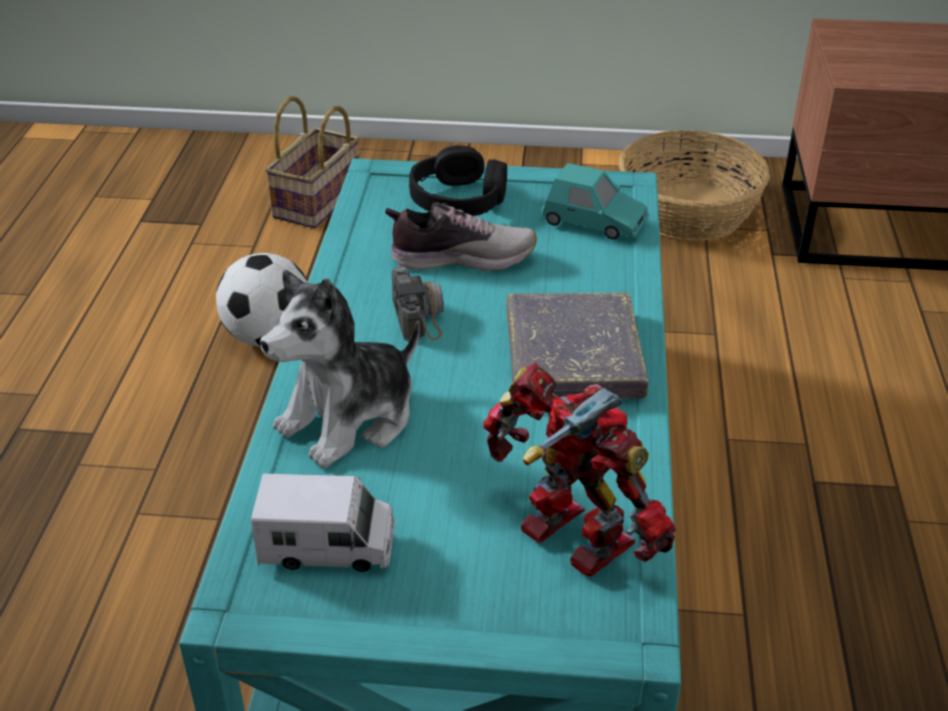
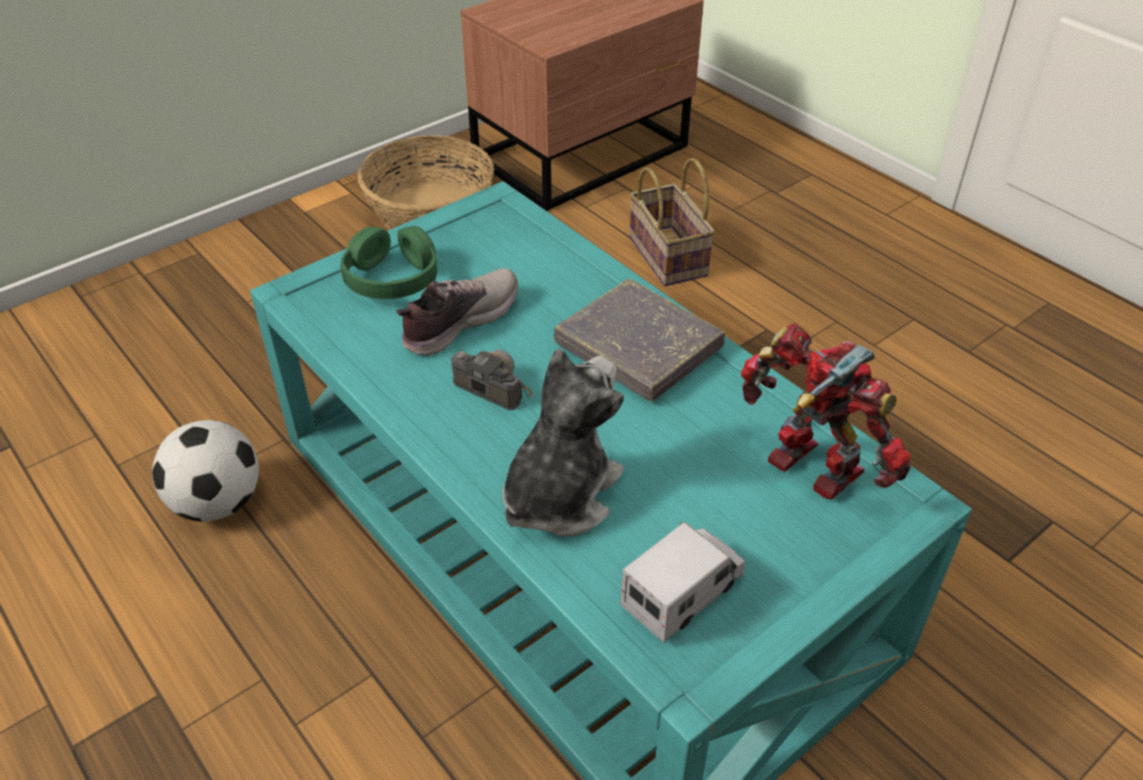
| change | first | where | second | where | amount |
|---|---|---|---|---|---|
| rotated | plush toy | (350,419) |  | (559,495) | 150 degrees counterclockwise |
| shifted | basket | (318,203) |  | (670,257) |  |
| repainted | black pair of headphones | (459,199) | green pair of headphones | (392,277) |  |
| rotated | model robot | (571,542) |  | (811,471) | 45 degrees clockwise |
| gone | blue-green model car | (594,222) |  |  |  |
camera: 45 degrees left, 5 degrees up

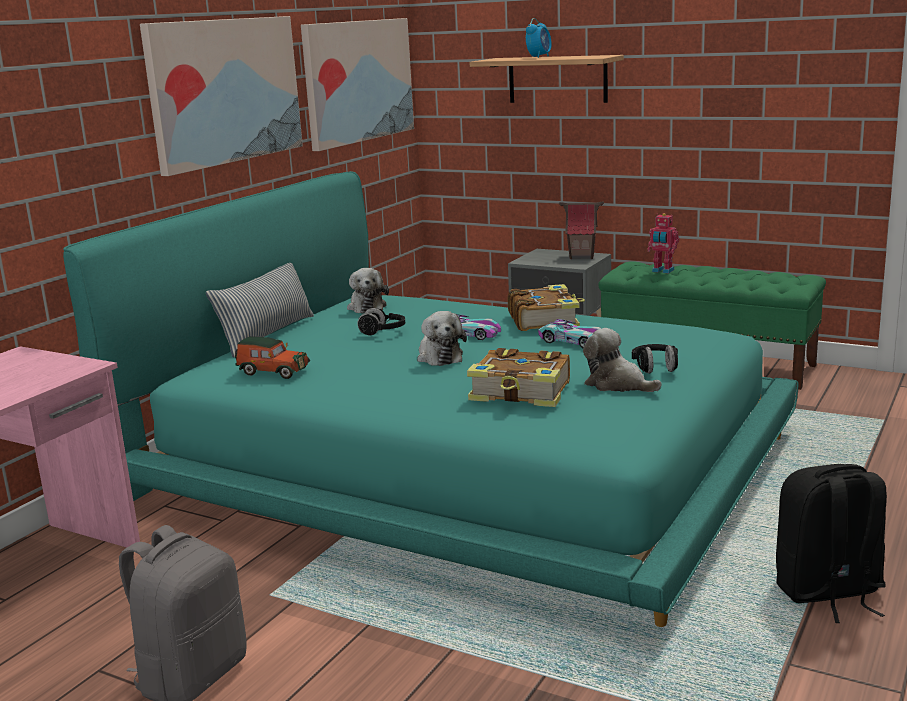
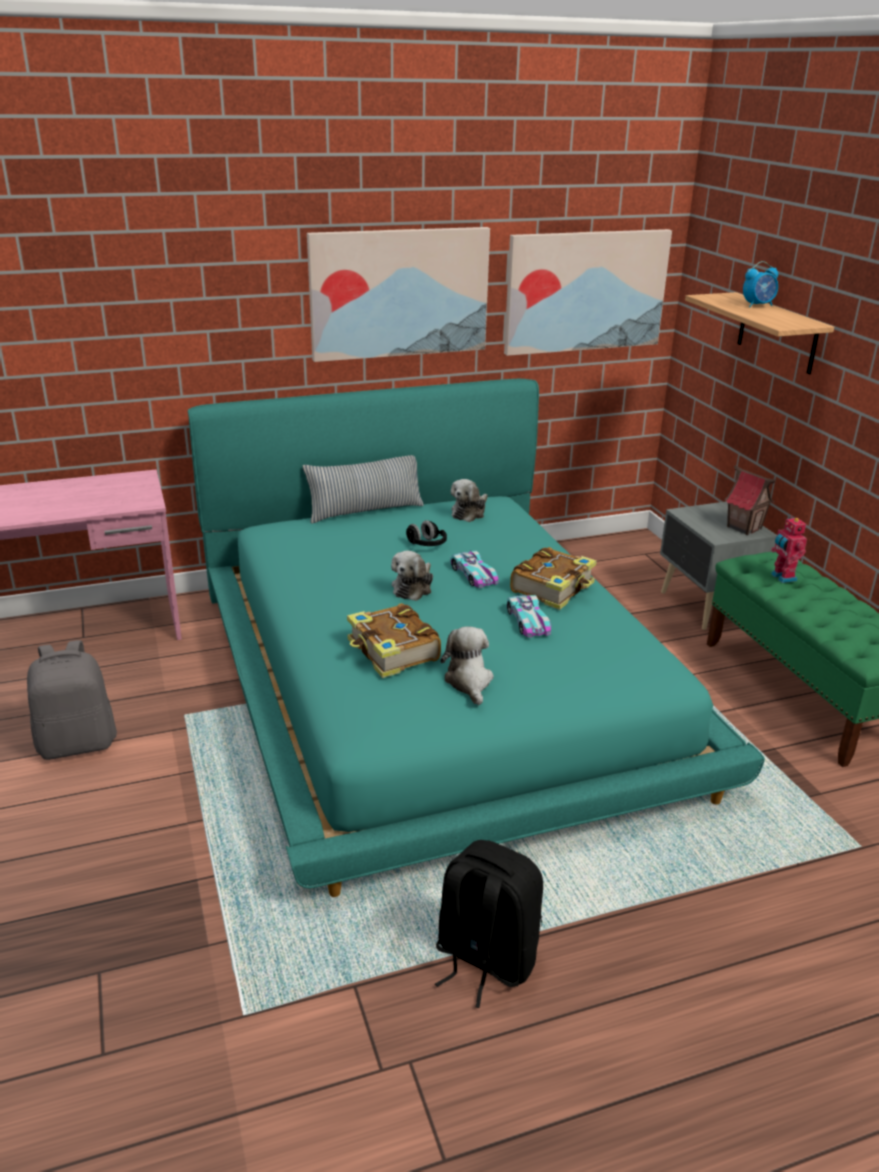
| change | first | where | second | where | amount |
|---|---|---|---|---|---|
| gone | model car | (272,371) |  |  |  |
| gone | black pair of headphones | (655,368) |  |  |  |
camera: 40 degrees right, 10 degrees up

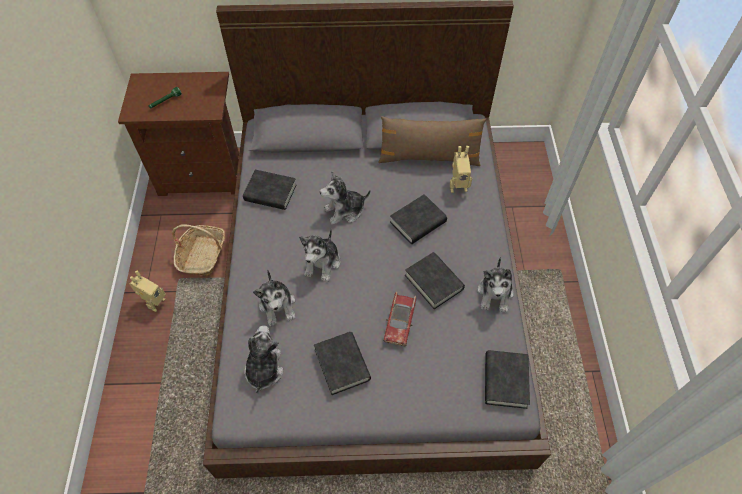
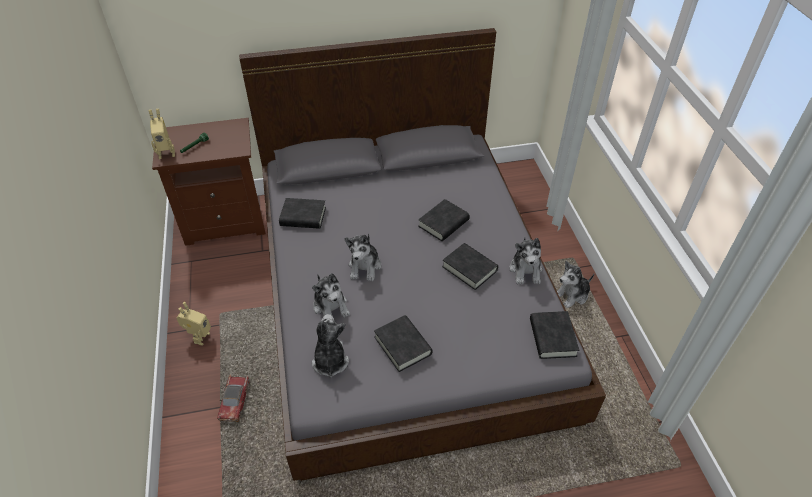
| change | first | where | second | where | amount |
|---|---|---|---|---|---|
| gone | basket | (203,255) |  |  |  |
| shifted | plush toy | (345,211) |  | (572,295) |  |
| gone | brownish cushion | (429,157) |  |  |  |
| shifted | model car | (399,322) |  | (235,401) |  |
| shifted | model robot | (457,185) |  | (167,153) |  |
camera: 10 degrees left, 10 degrees down

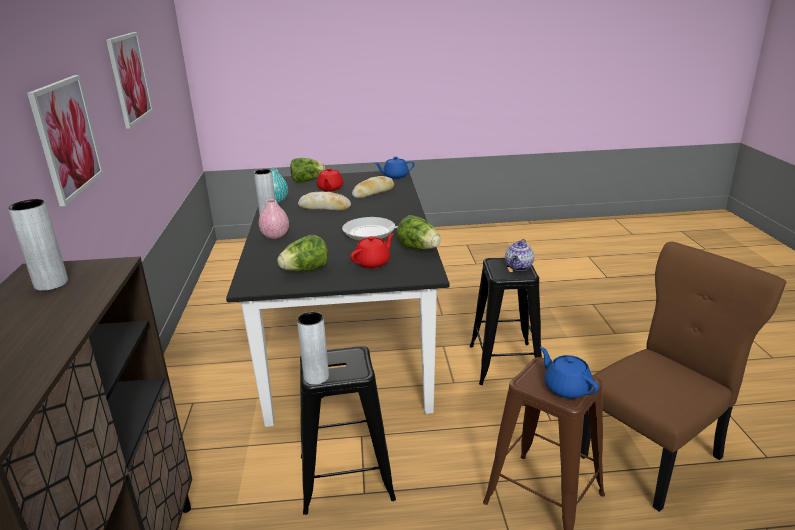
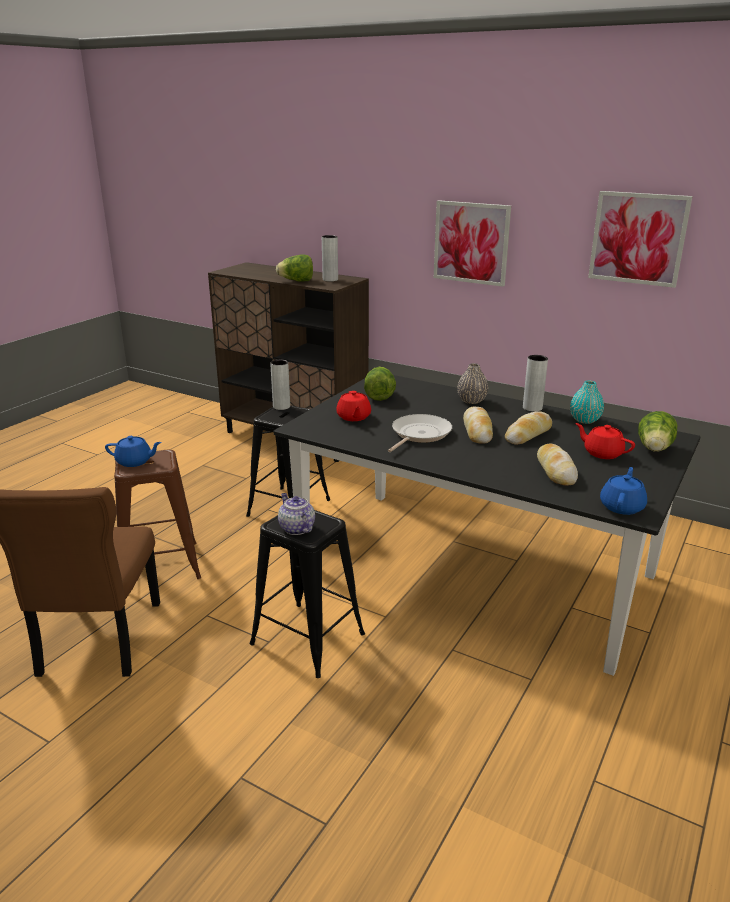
| change | first | where | second | where | amount |
|---|---|---|---|---|---|
| repainted | pink decorative vase | (275,236) | greyish decorative vase | (471,401) |  |
| shifted | lettuce head | (419,249) |  | (296,281) |  |
| new |  |  | bakery bread | (477,431) |  |
camera: 125 degrees right, 0 degrees up

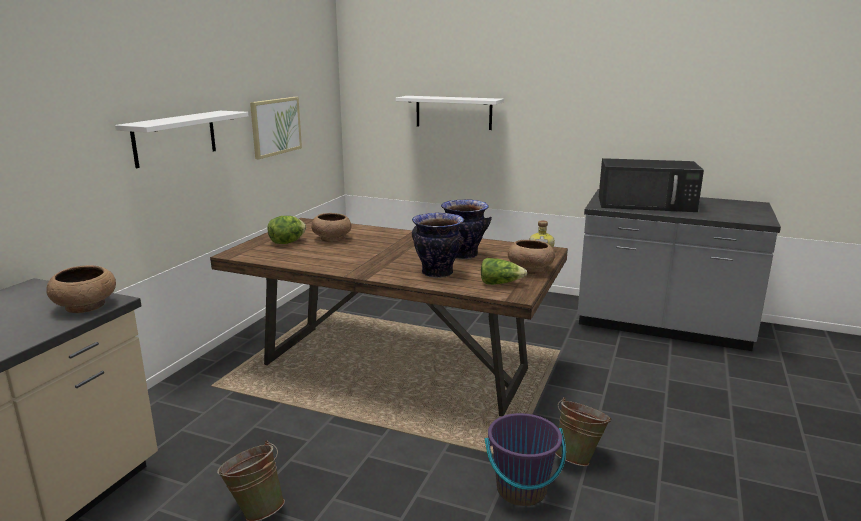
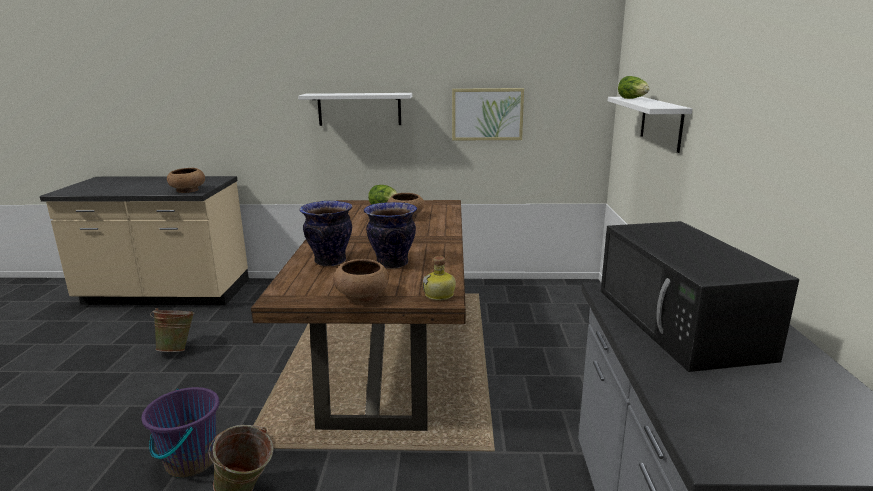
| change | first | where | second | where | amount |
|---|---|---|---|---|---|
| shifted | lettuce head | (500,283) |  | (633,99) |  |
camera: 70 degrees right, 0 degrees up

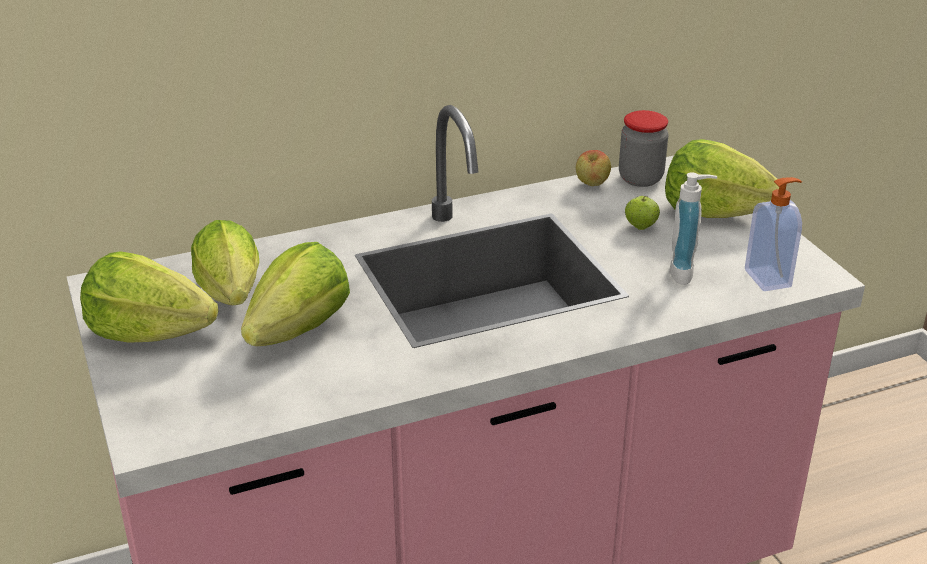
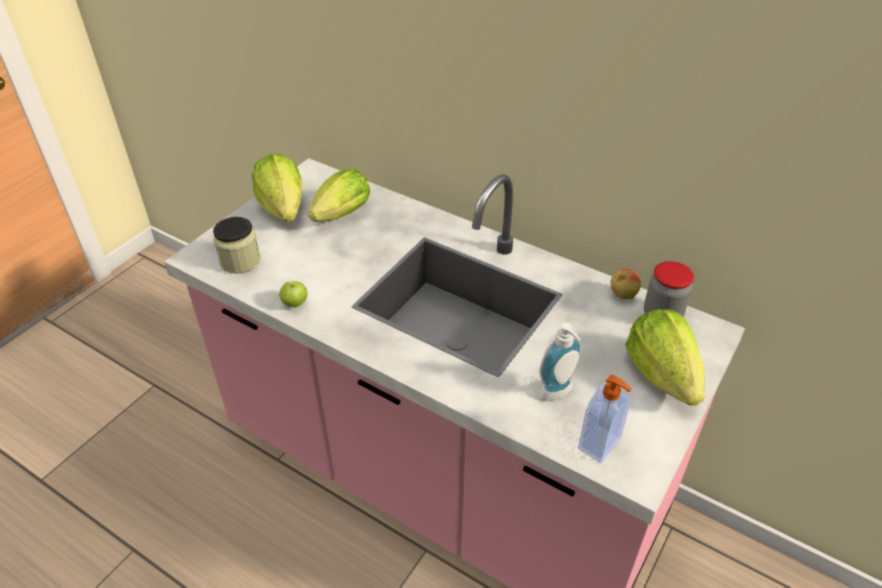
| change | first | where | second | where | amount |
|---|---|---|---|---|---|
| gone | lettuce head | (299,329) |  |  |  |
| shifted | apple | (640,226) |  | (295,304) |  |
| new |  |  | preserve jar | (240,261) |  |
camera: 55 degrees right, 10 degrees up

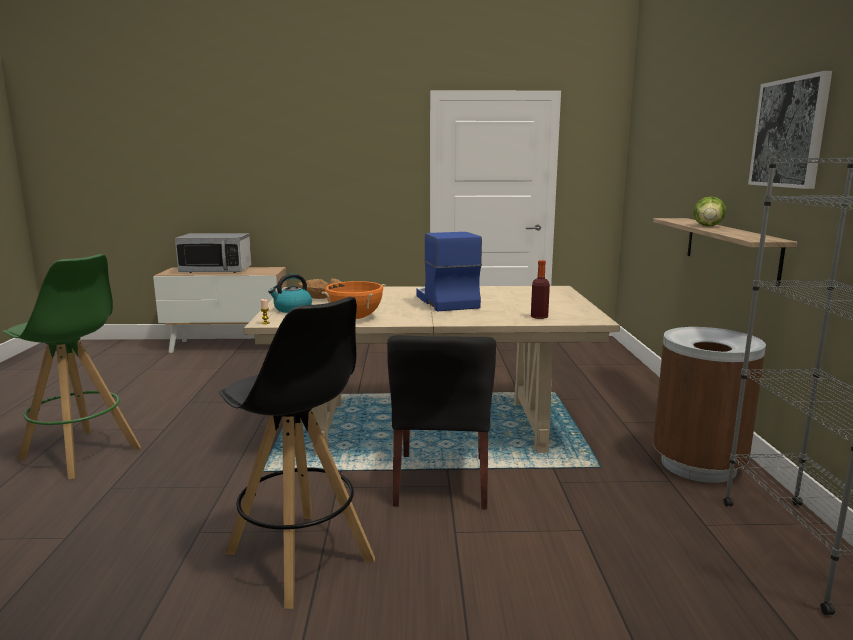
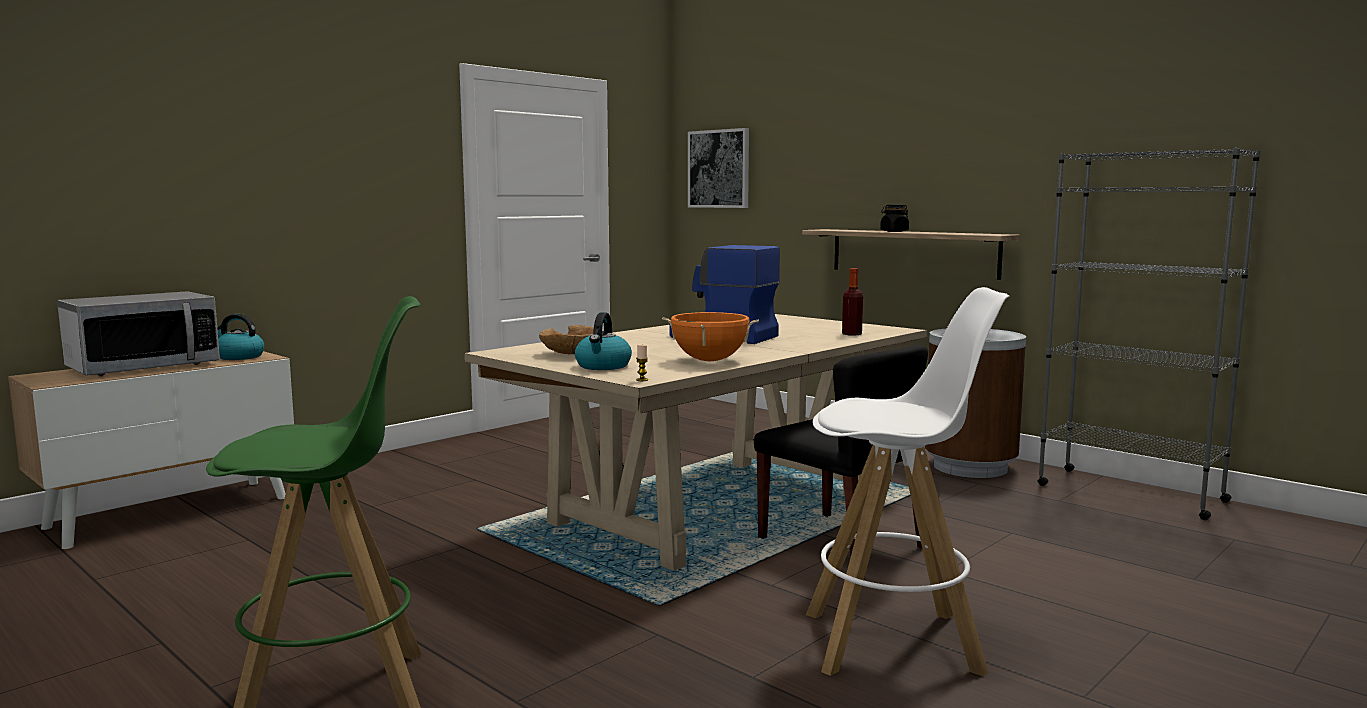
| change | first | where | second | where | amount |
|---|---|---|---|---|---|
| repainted | black stool seat | (301,557) | white stool seat | (894,642) |  |
| swapped | lettuce head | (708,226) | black preserve jar | (894,231) |  |
| shifted | wall art | (789,133) |  | (719,169) |  |
| new |  |  | kettle | (239,357) |  |
camera: 45 degrees left, 5 degrees down

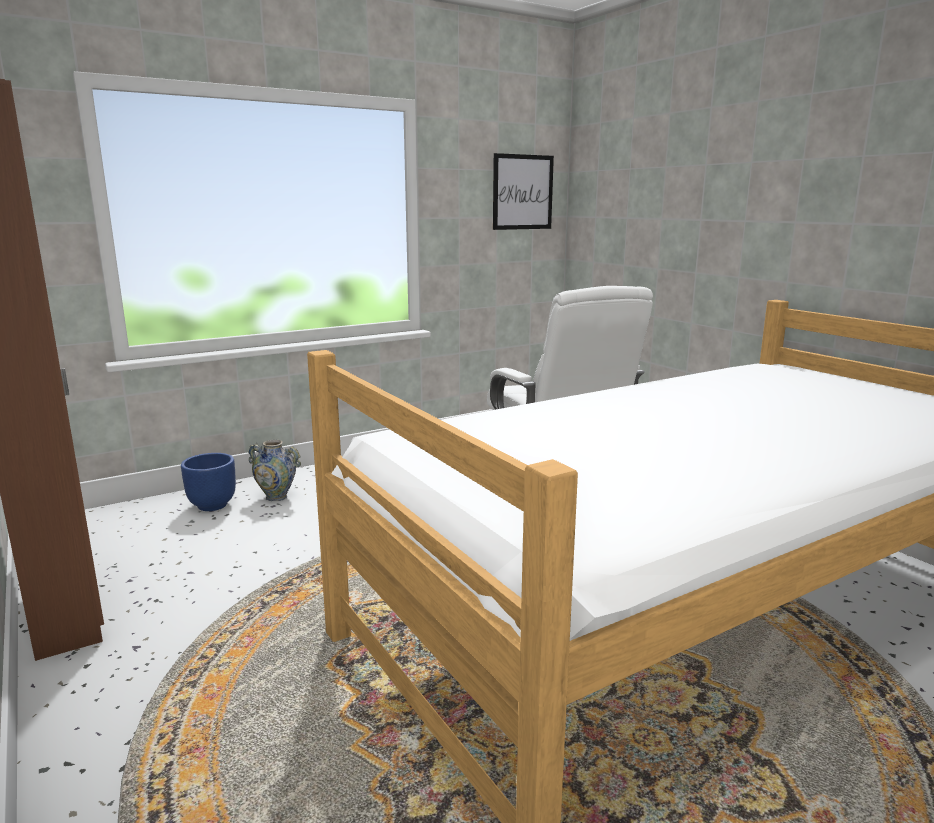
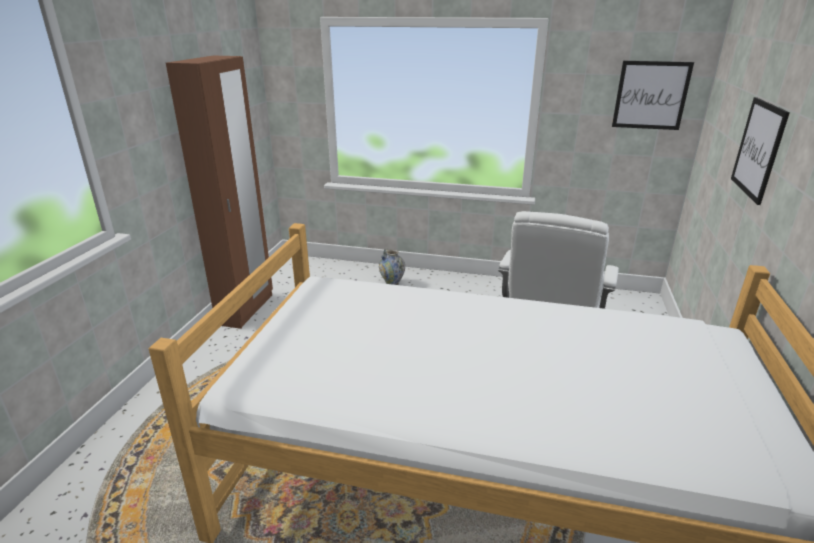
| change | first | where | second | where | amount |
|---|---|---|---|---|---|
| gone | blue planter | (211,506) |  |  |  |
| new |  |  | wall art | (758,149) |  |
camera: 45 degrees right, 10 degrees up

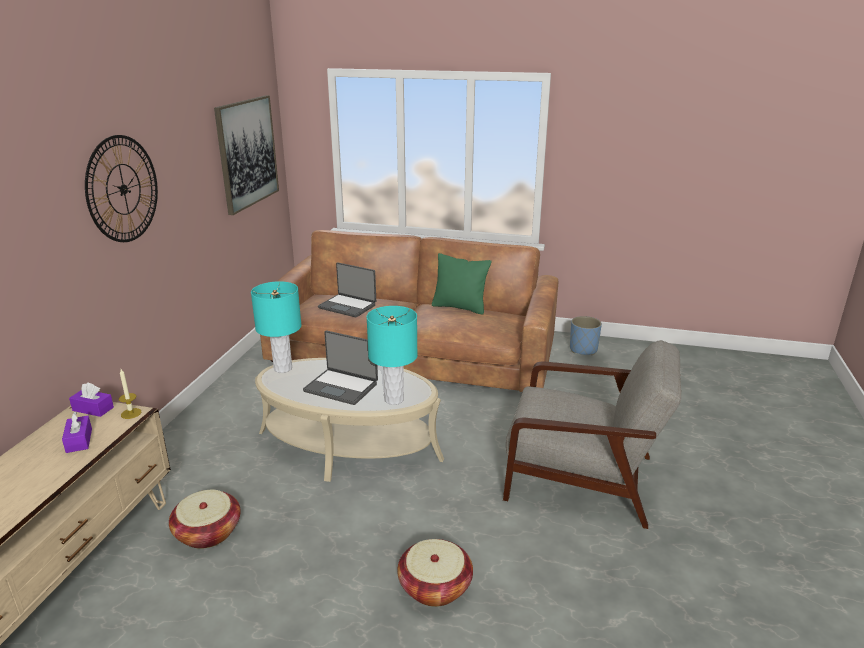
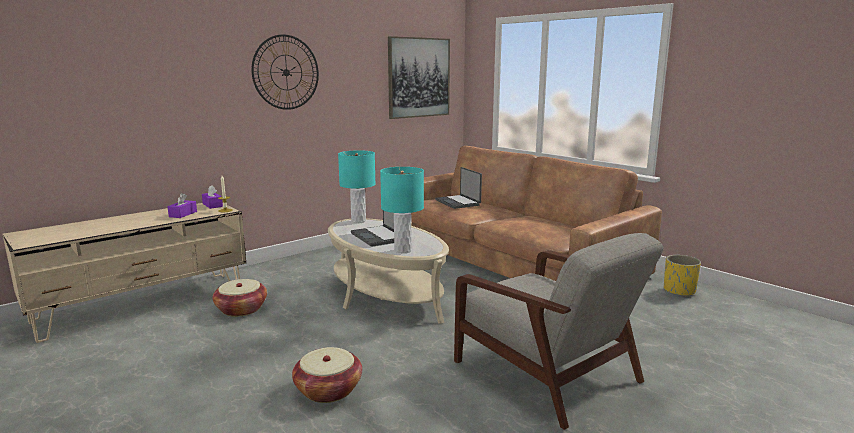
| change | first | where | second | where | amount |
|---|---|---|---|---|---|
| gone | green cushion | (460,307) |  |  |  |
| repainted | blue planter | (583,349) | yellow planter | (679,291) |  |
camera: 35 degrees right, 10 degrees down

